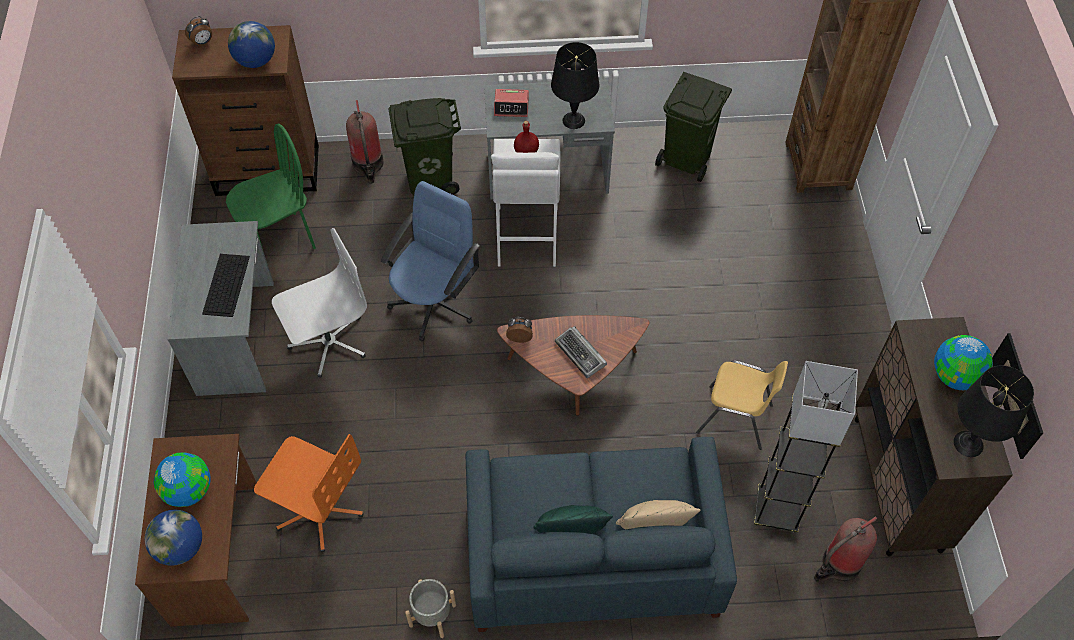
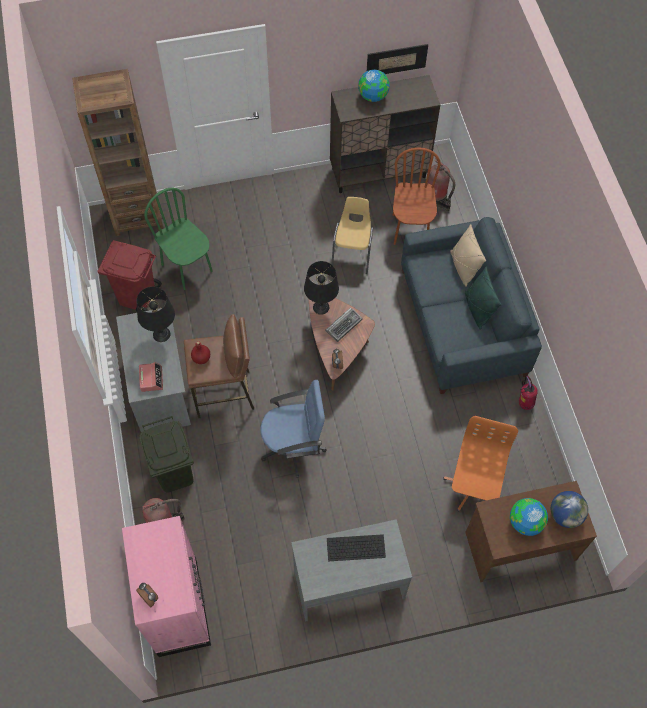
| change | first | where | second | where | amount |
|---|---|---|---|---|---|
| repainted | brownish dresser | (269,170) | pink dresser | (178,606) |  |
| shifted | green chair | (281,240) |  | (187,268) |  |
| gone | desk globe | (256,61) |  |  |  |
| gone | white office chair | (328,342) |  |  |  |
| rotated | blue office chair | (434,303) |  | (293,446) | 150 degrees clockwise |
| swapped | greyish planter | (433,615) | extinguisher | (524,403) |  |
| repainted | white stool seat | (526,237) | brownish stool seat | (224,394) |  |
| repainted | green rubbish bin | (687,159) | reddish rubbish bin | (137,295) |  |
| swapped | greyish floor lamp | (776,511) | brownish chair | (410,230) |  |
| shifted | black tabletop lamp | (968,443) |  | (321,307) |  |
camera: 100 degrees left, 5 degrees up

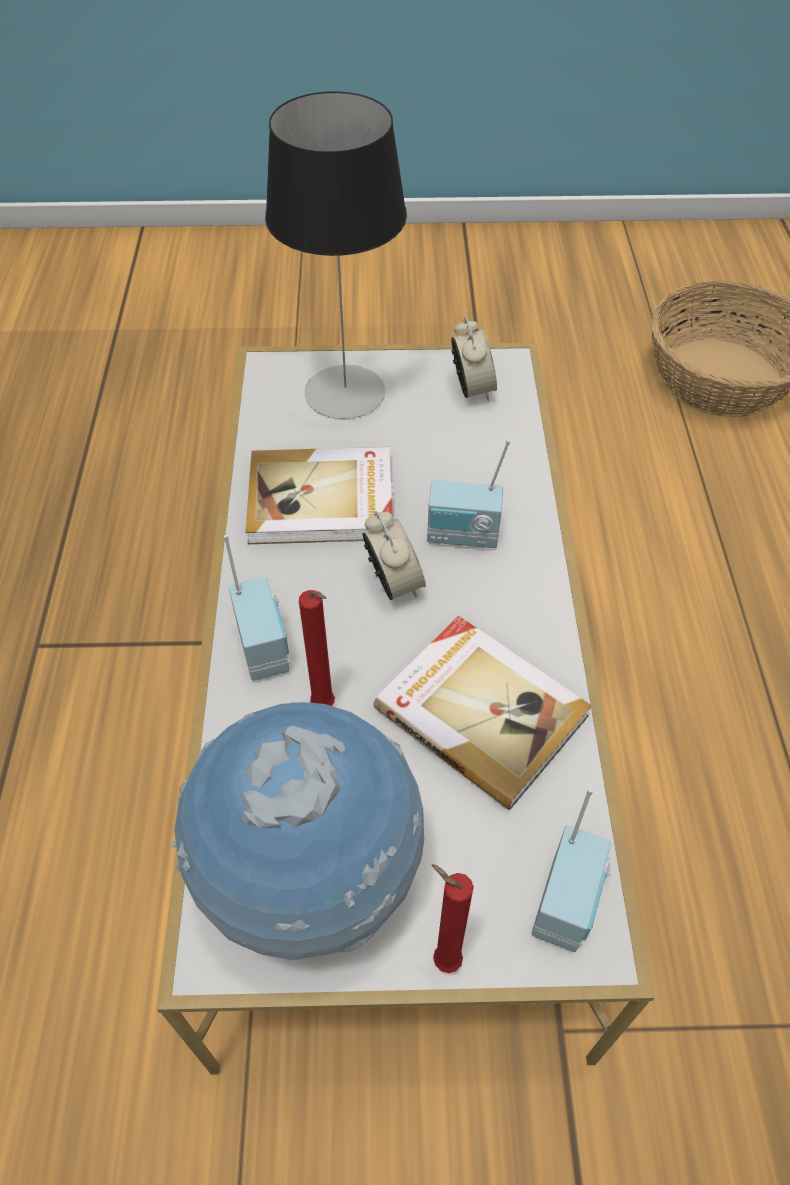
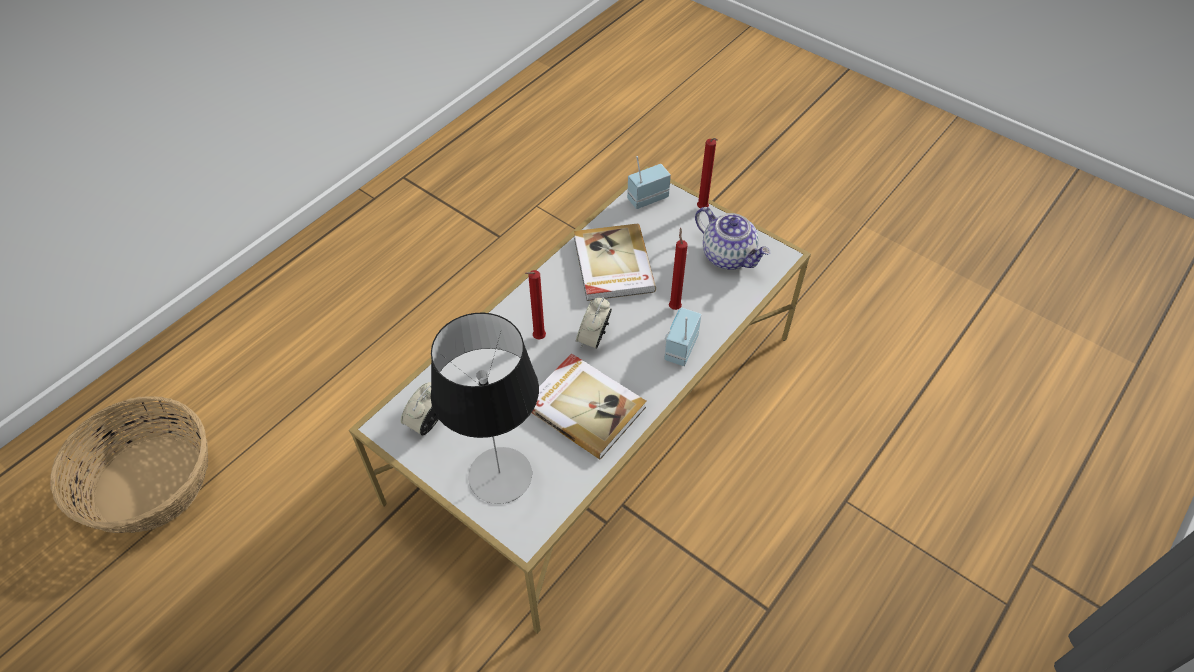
| change | first | where | second | where | amount |
|---|---|---|---|---|---|
| swapped | desk globe | (311,876) | pot for tea | (729,256) |  |
| swapped | radio set | (462,537) | reddish wax candle | (537,338) |  |
camera: 140 degrees left, 0 degrees up

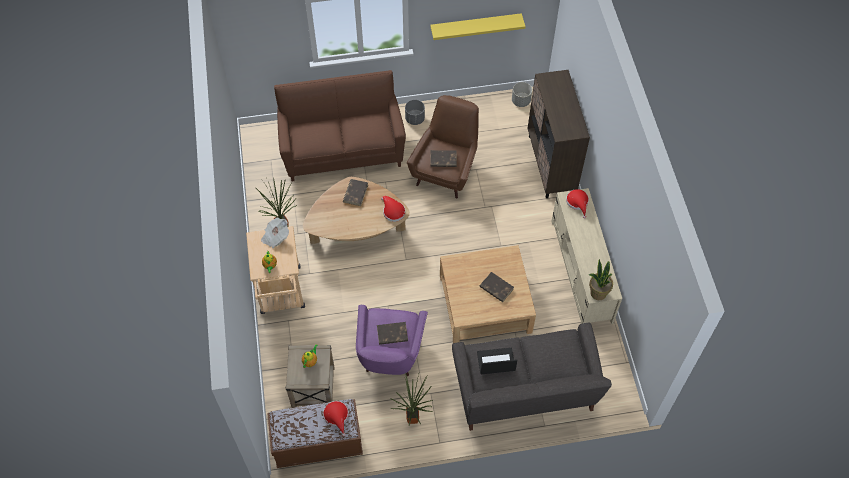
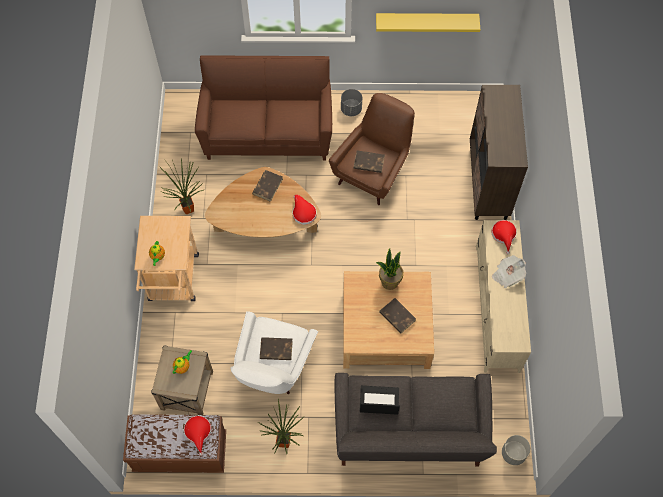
| change | first | where | second | where | amount |
|---|---|---|---|---|---|
| shifted | printed paper | (275,237) |  | (507,275) |  |
| repainted | purple-coloured lounge chair | (389,357) | white lounge chair | (273,369) |  |
| shifted | greyish planter | (521,101) |  | (513,454) |  |
| shifted | plant in a pot | (597,293) |  | (389,282) |  |
camera: 10 degrees right, 5 degrees up

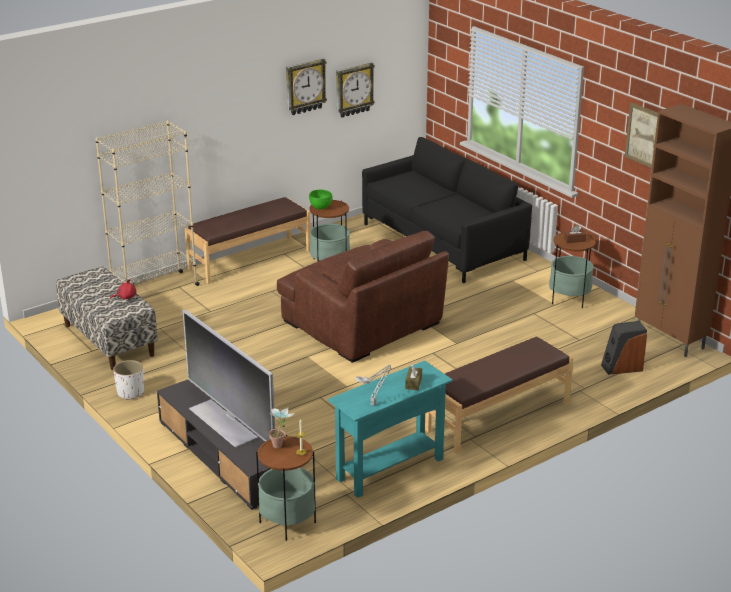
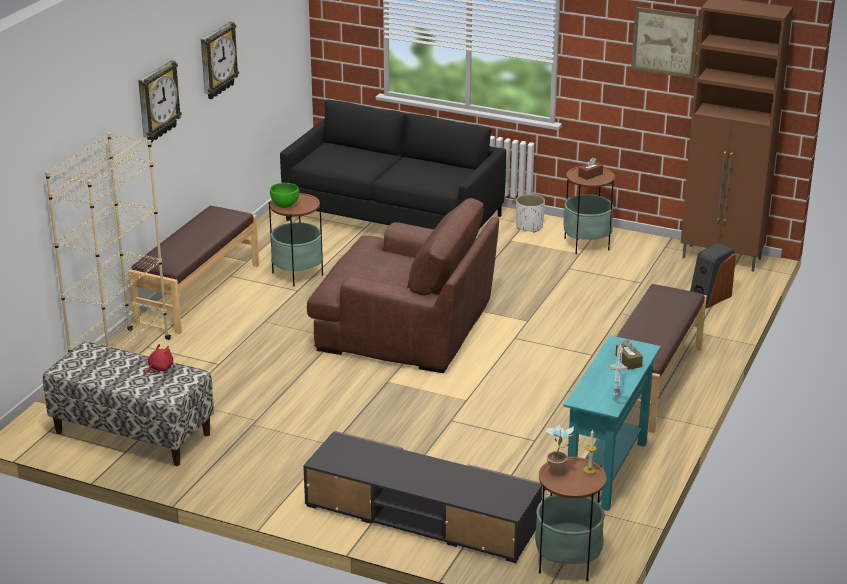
| change | first | where | second | where | amount |
|---|---|---|---|---|---|
| shifted | white planter | (131,393) |  | (529,227) |  |
| gone | TV set | (224,422) |  |  |  |
| shifted | hanging clock | (353,90) |  | (157,102) |  |
camera: 30 degrees left, 0 degrees up

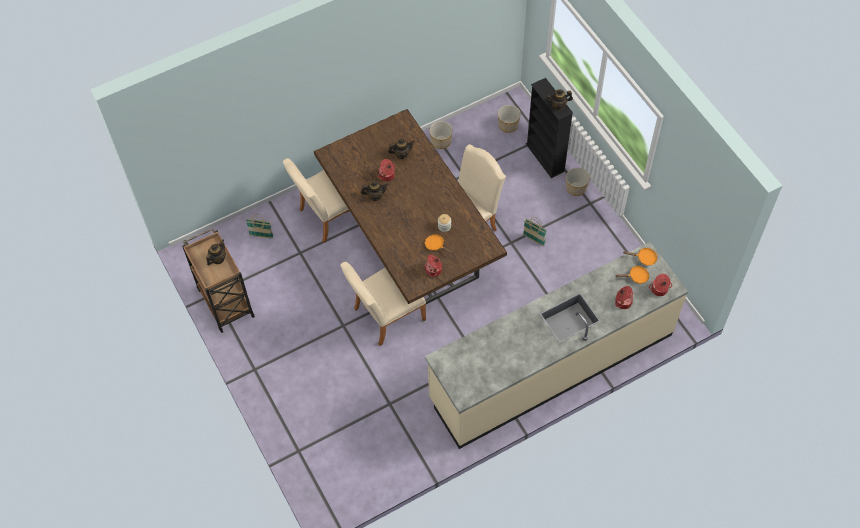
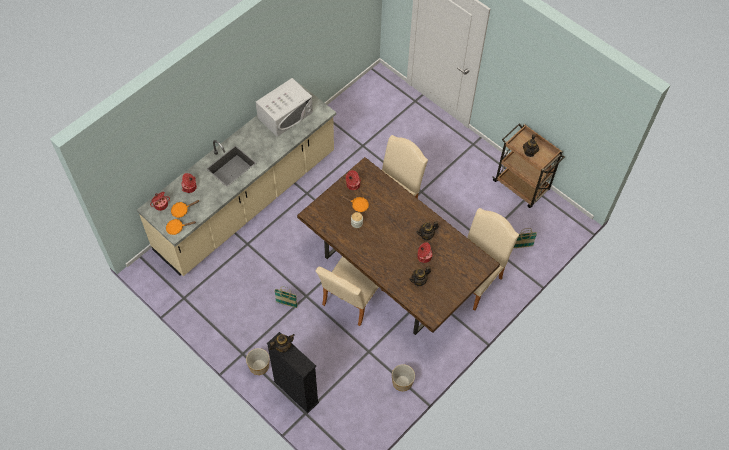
| change | first | where | second | where | amount |
|---|---|---|---|---|---|
| gone | planter | (508,125) |  |  |  |
| new |  |  | white kitchen microwave | (285,115) |  |
camera: 160 degrees right, 0 degrees up

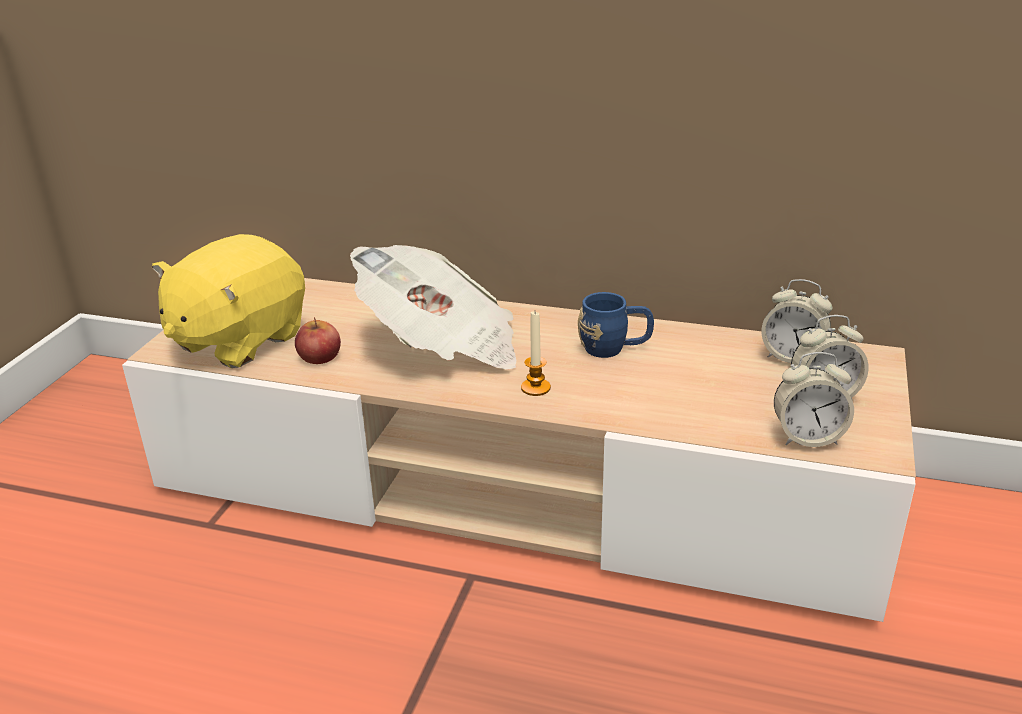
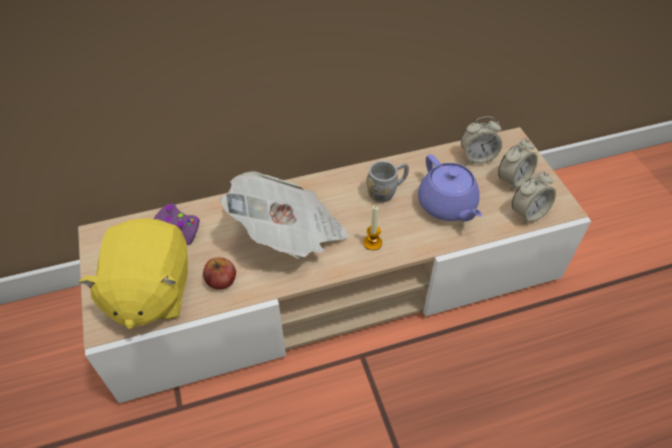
| change | first | where | second | where | amount |
|---|---|---|---|---|---|
| repainted | blue coffee mug | (614,348) | greyish coffee mug | (387,191) |  |
| new |  |  | purple-coloured joypad | (178,227) |  |
| new |  |  | purple-coloured pot for tea | (447,205) |  |
camera: 35 degrees left, 20 degrees up

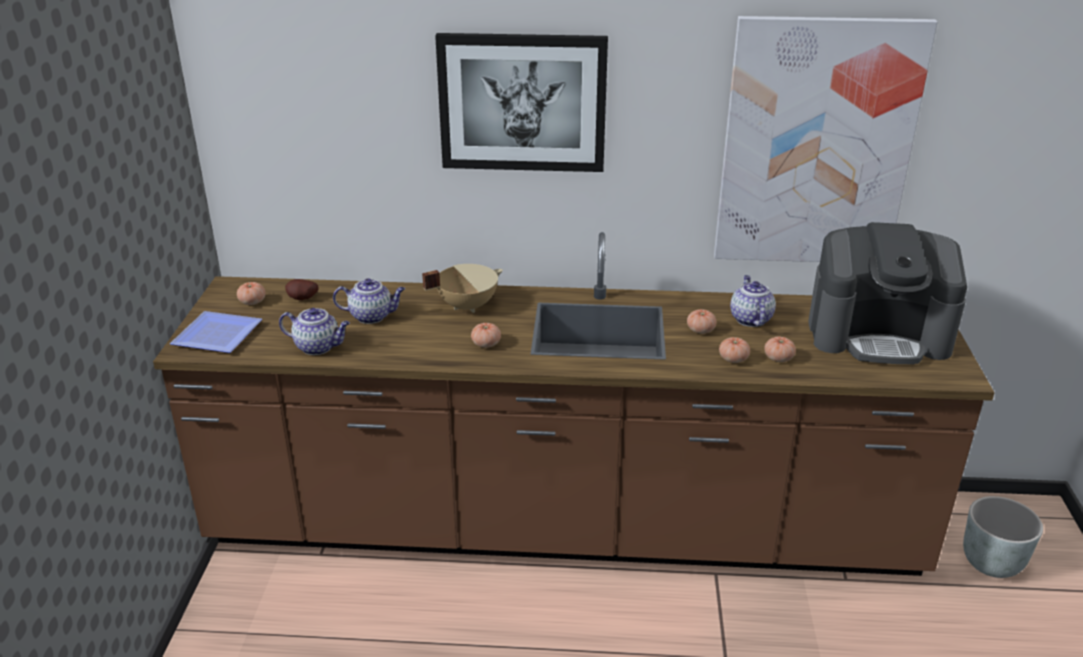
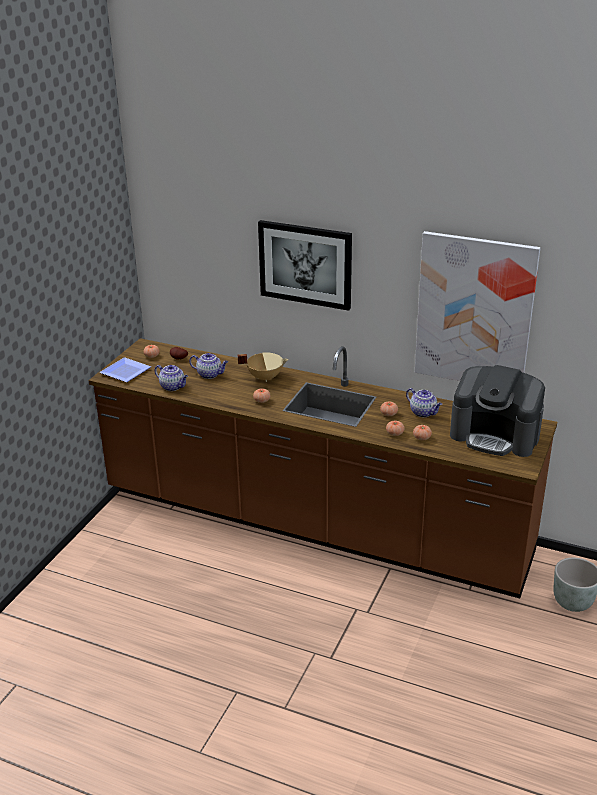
| change | first | where | second | where | amount |
|---|---|---|---|---|---|
| rotated | pot for tea | (750,319) |  | (423,413) | 120 degrees clockwise |
camera: 20 degrees right, 0 degrees up

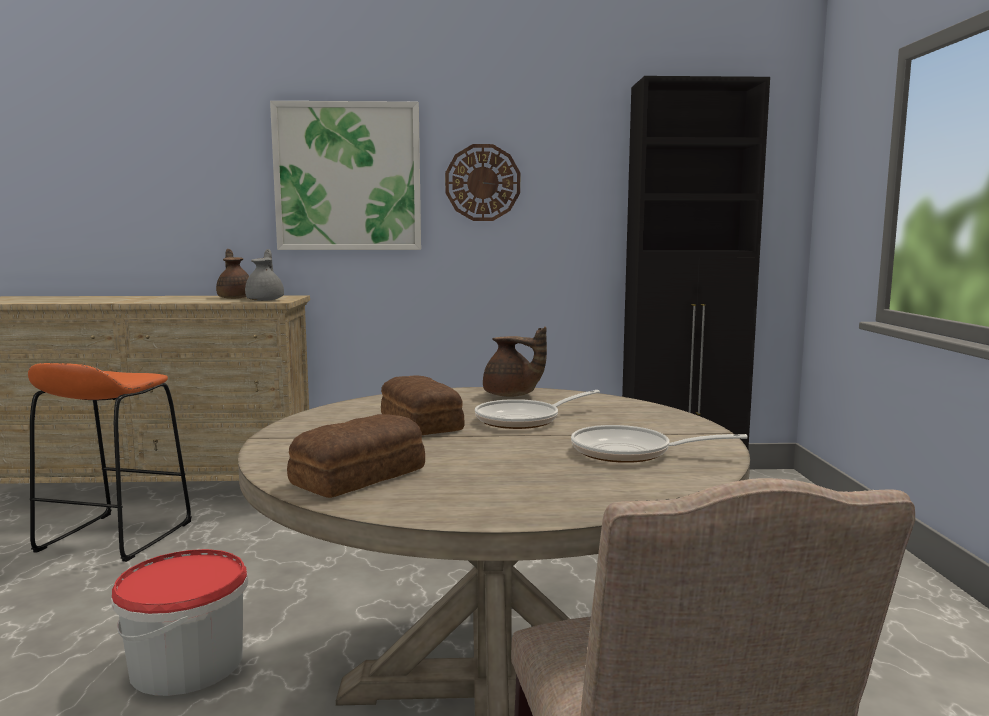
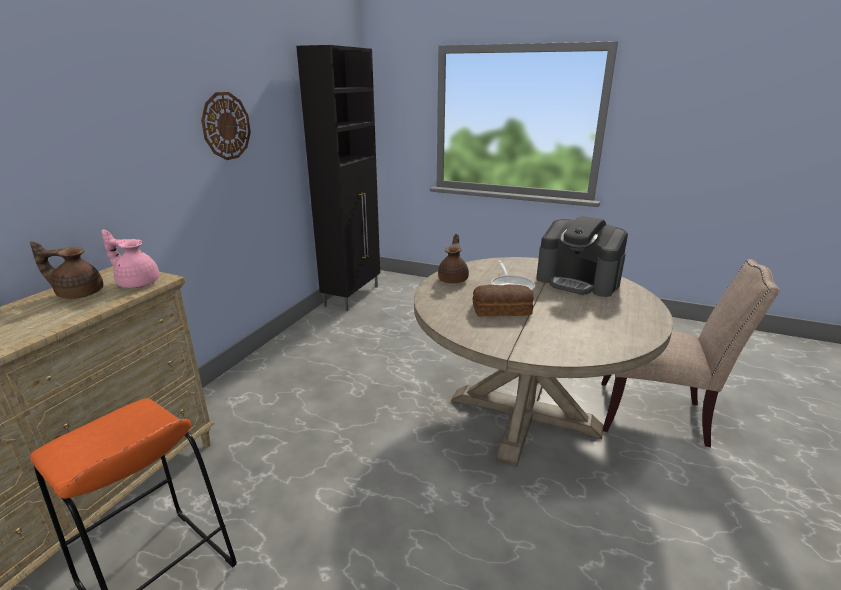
| change | first | where | second | where | amount |
|---|---|---|---|---|---|
| gone | water bucket | (187,663) |  |  |  |
| repainted | greyish pot for tea | (266,300) | pink pot for tea | (137,283) |  |
| gone | wall art | (348,177) |  |  |  |
| gone | bakery bread | (362,476) |  |  |  |
| rotated | brownish pot for tea | (511,395) |  | (453,279) | 45 degrees counterclockwise |
| swapped | skillet | (630,452) | coffee machine | (578,281) |  |
camera: 65 degrees left, 15 degrees up

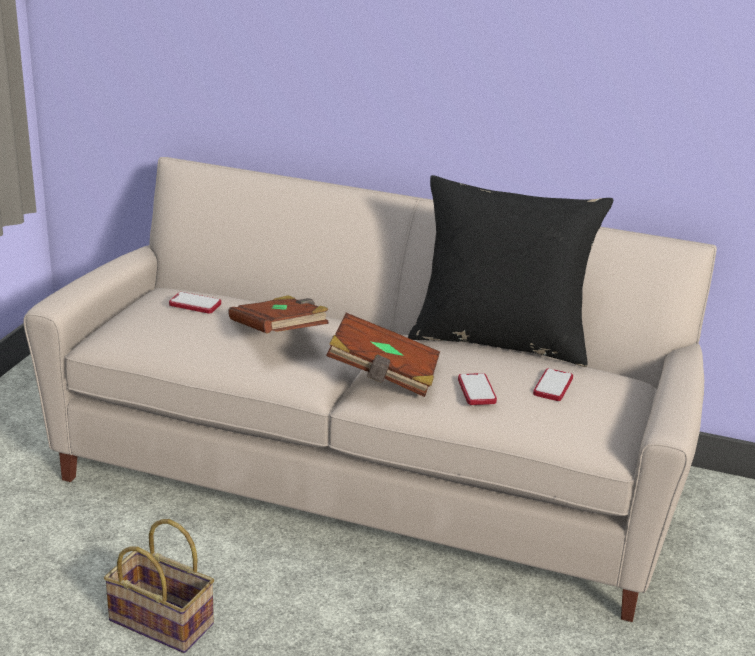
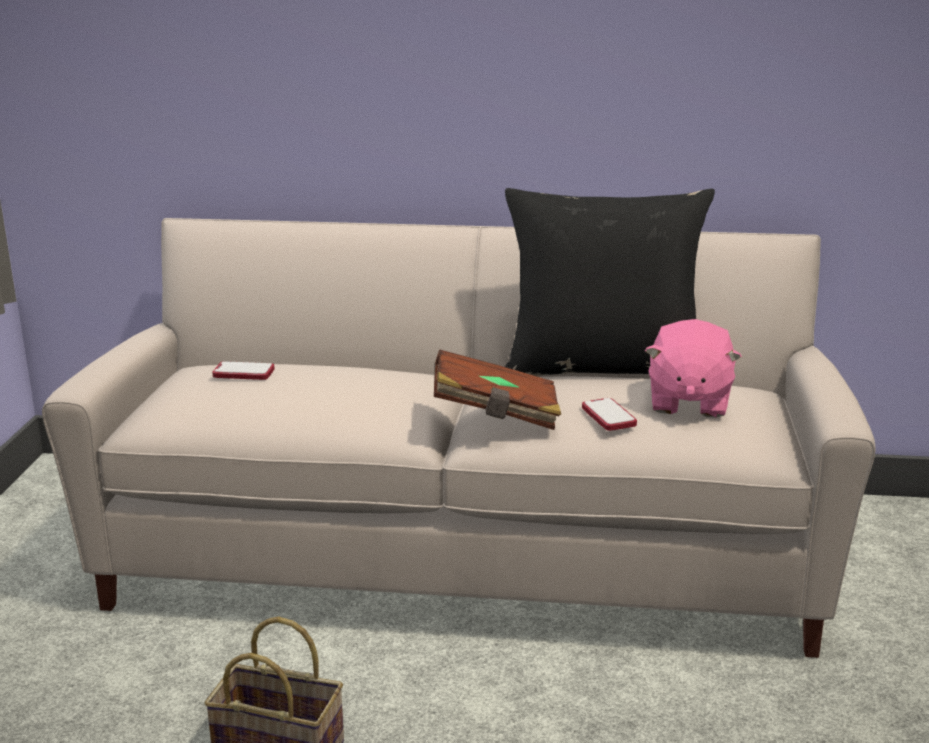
| change | first | where | second | where | amount |
|---|---|---|---|---|---|
| gone | brownish volume | (279,334) |  |  |  |
| swapped | phone | (553,386) | pink plush toy | (688,402) |  |
camera: 10 degrees left, 5 degrees down

